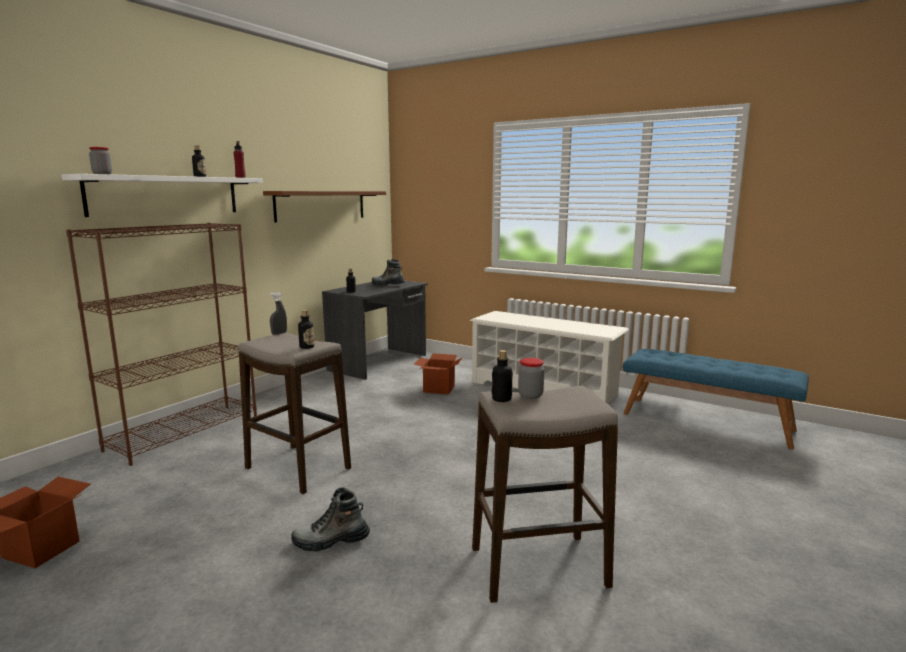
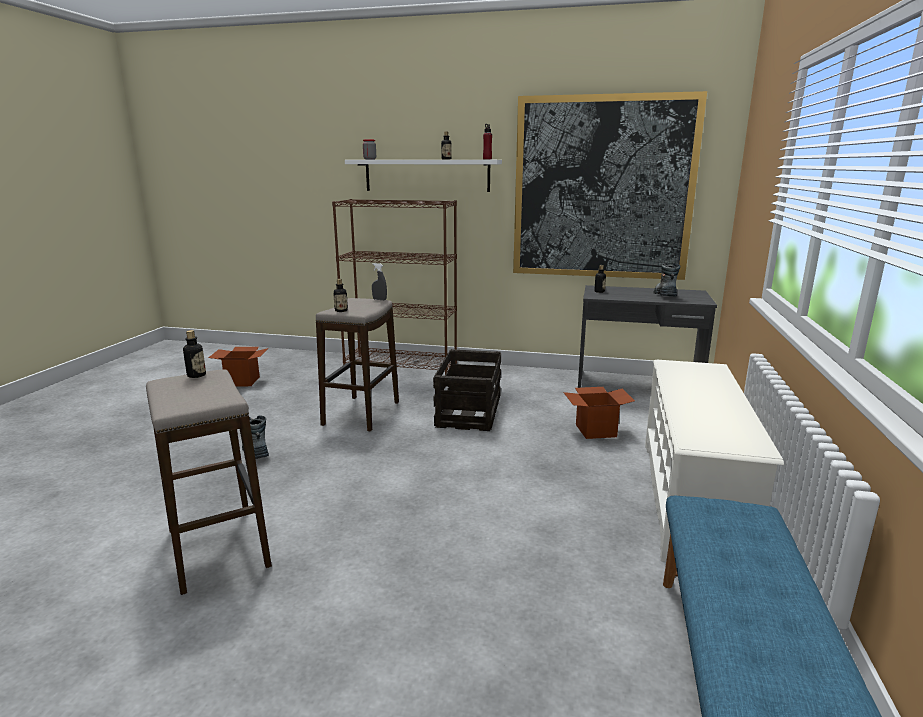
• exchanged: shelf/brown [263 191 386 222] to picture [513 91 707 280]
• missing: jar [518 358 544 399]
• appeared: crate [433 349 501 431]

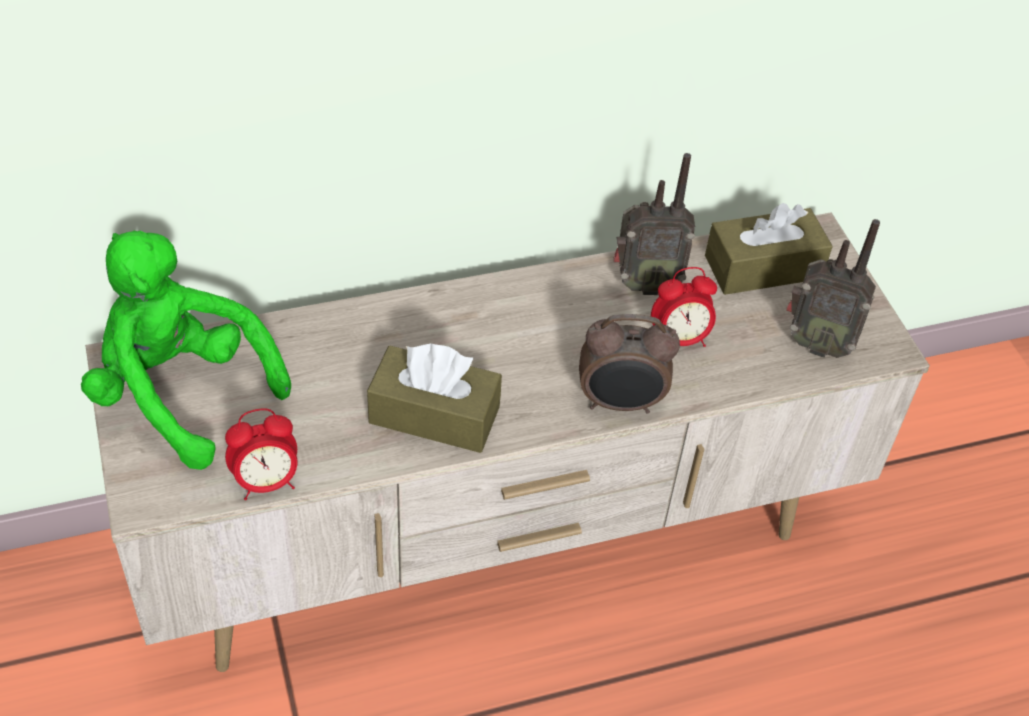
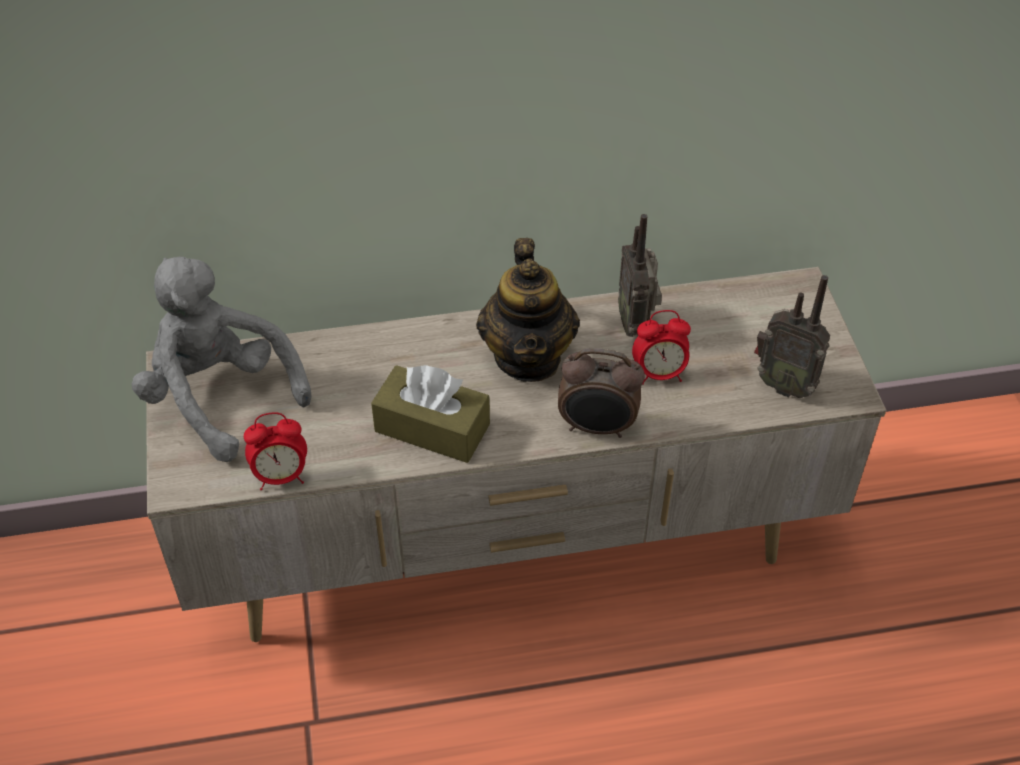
• spun: radio [614 153 695 295] = [618 214 662 337] 75 degrees clockwise
• missing: tissue box/brown [705 203 833 295]
• colour: plush toy/green [81 231 291 470] to plush toy/grey [132 256 312 462]
• appeared: teapot [476 238 580 382]

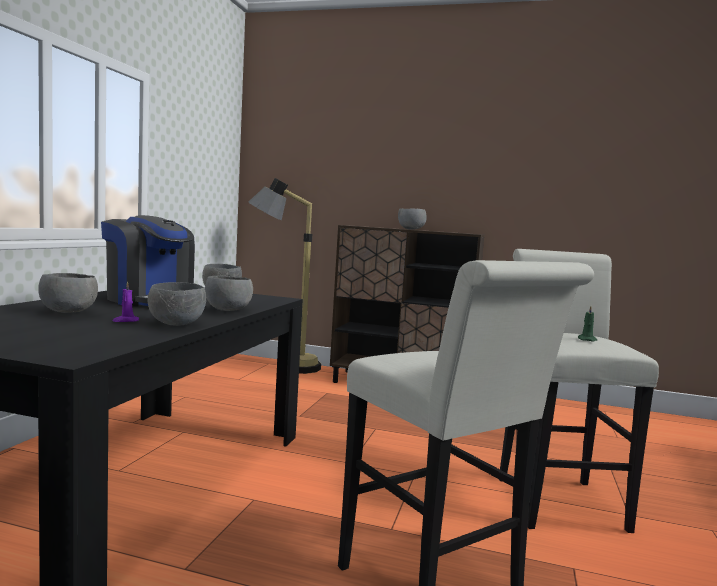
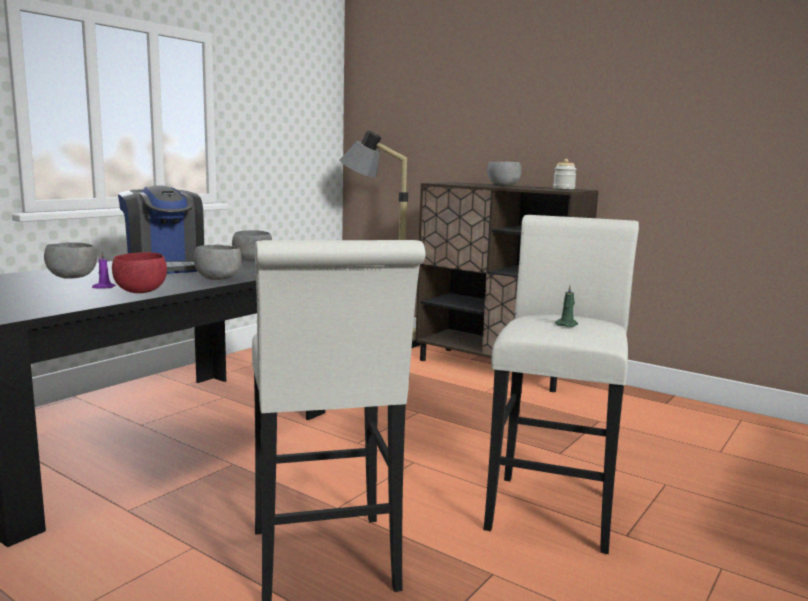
• colour: bowl/grey [148 282 206 326] to bowl/red [112 252 167 293]
• appeared: jar [553 159 577 189]

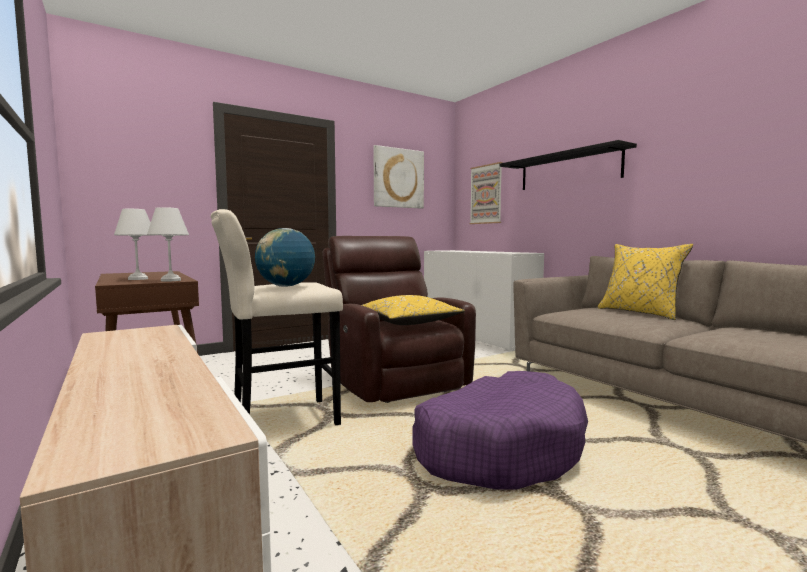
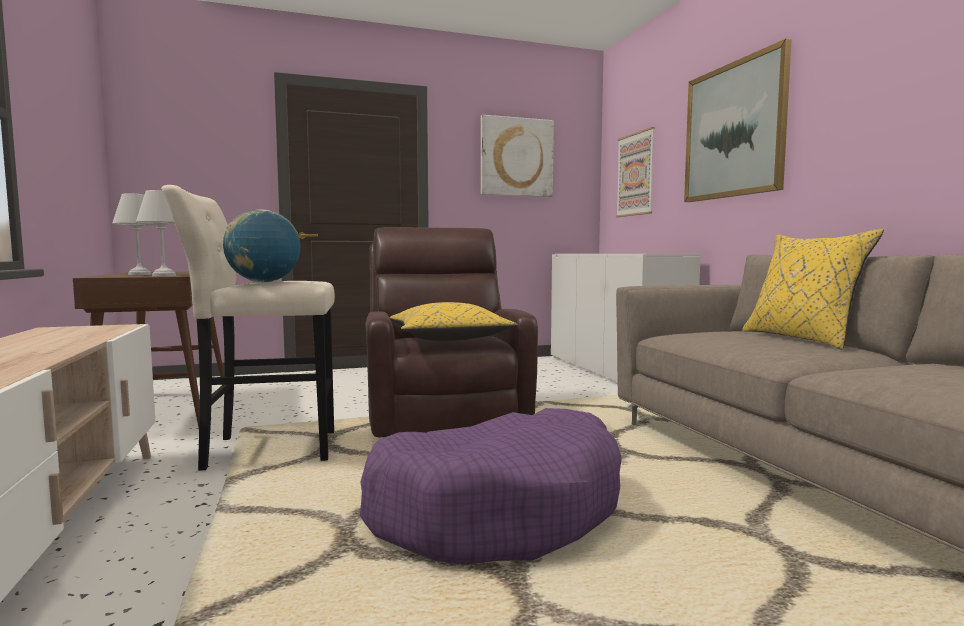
• exchanged: shelf/black [499 140 637 190] to picture [684 39 792 202]

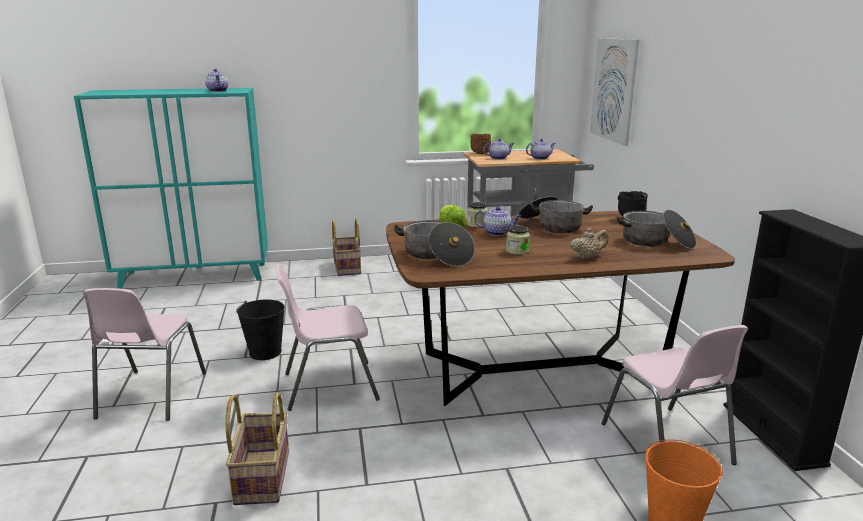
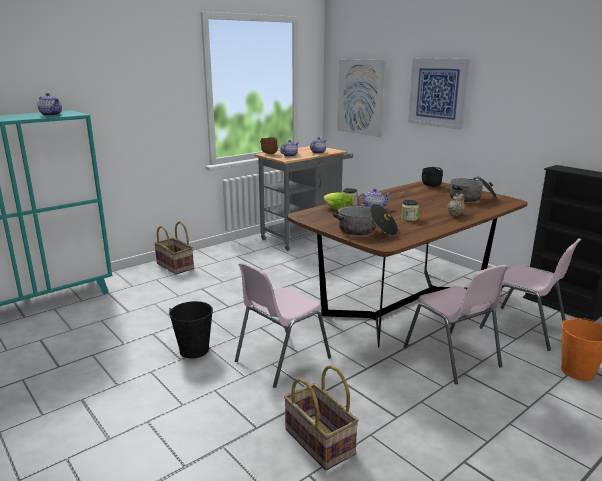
• missing: cooking pot [519 196 593 234]
• relocated: chair/pink [83 288 206 421] to [404 265 508 384]
• appeared: picture [408 58 471 130]

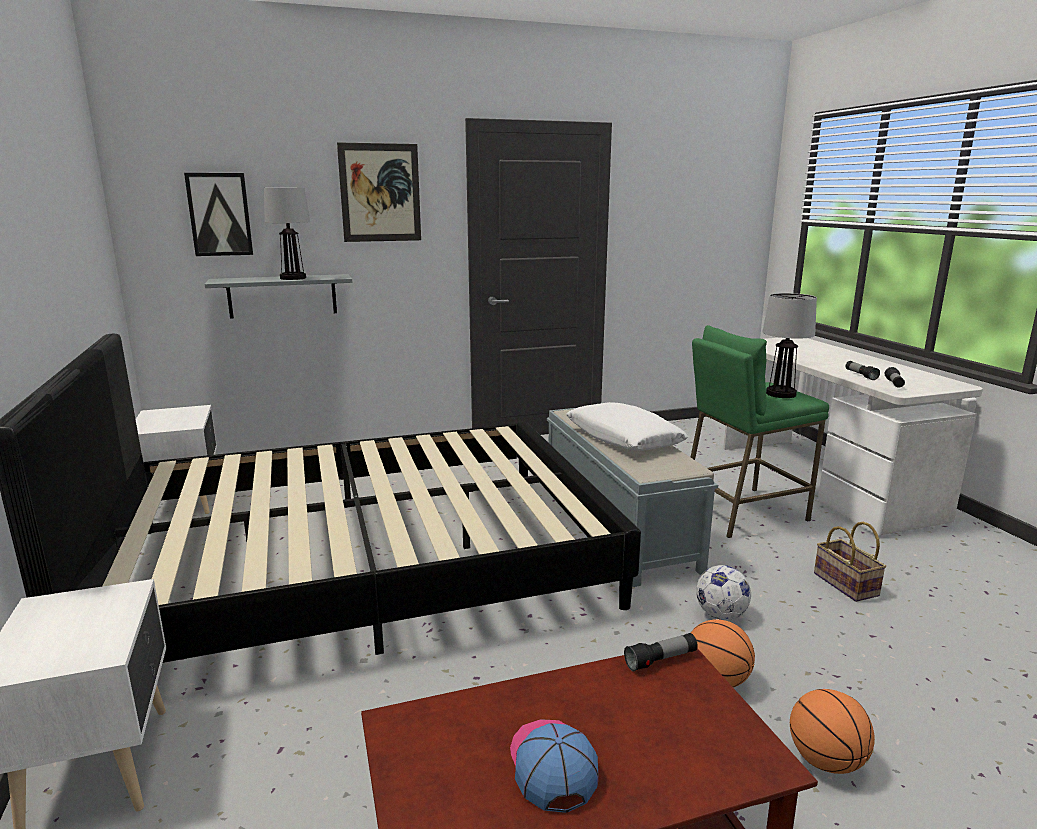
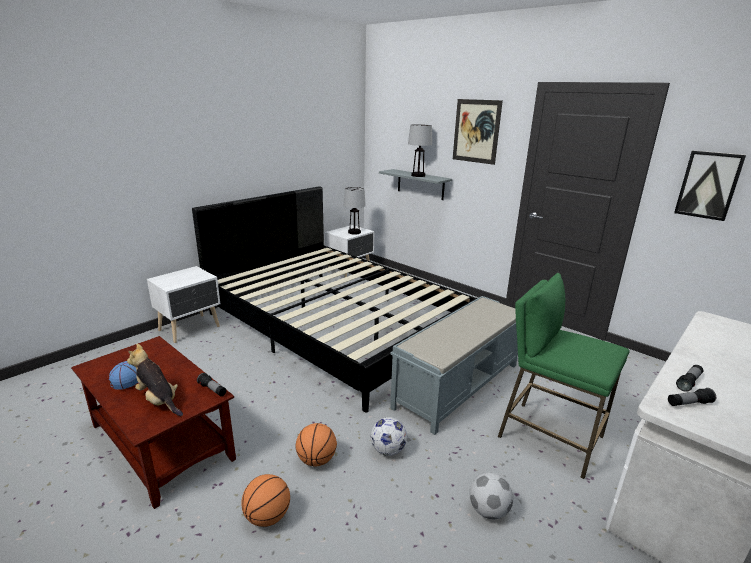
• relocated: picture [184 173 253 256] to [674 150 746 221]
• relocated: table lamp [762 293 817 398] to [344 187 366 234]
• missing: pillow/white [566 402 688 451]
• exchanged: basket [814 522 886 602] to football [470 472 513 519]
• appeared: plush toy [127 344 183 416]

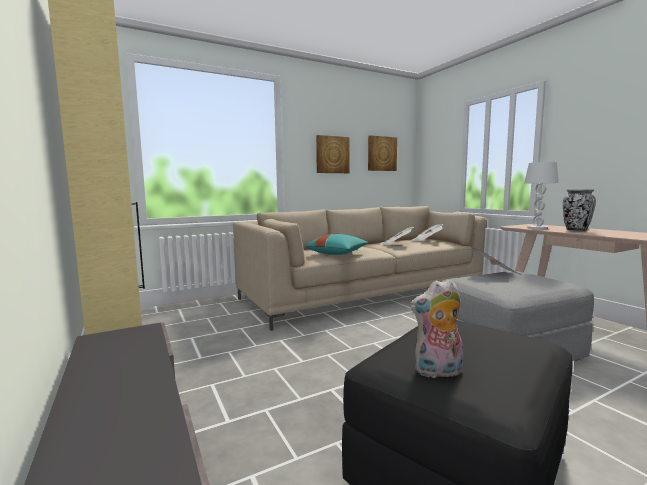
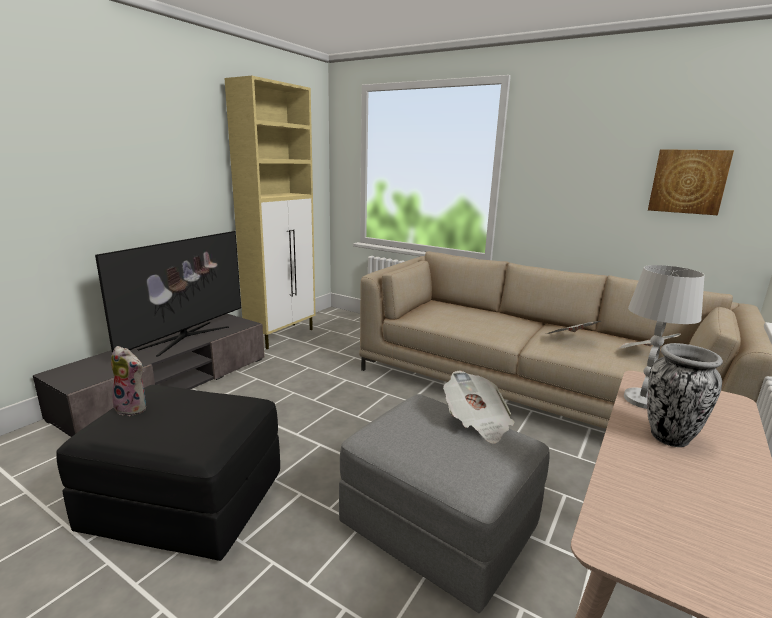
• missing: picture [316 135 350 173]
• missing: pillow/turquoise [306 234 368 255]
• spun: plush toy [410 279 463 378] = [111 346 146 416] 150 degrees clockwise
• appeared: television [95 231 241 357]

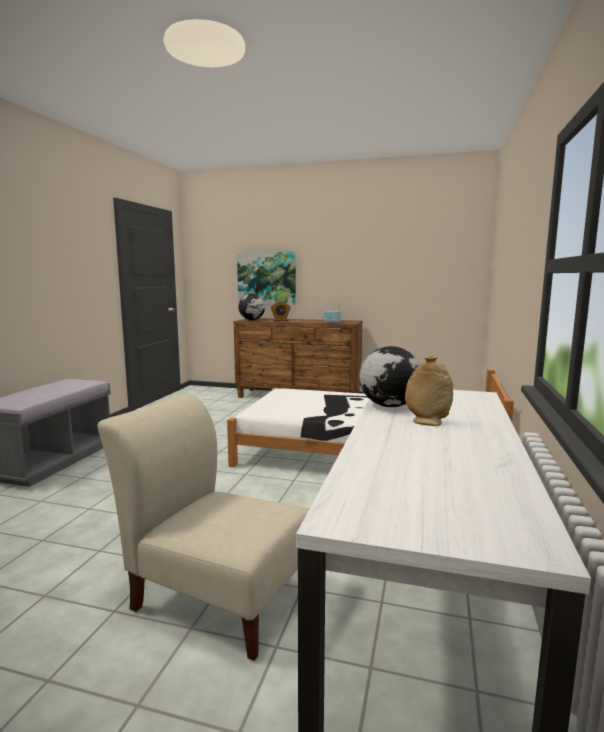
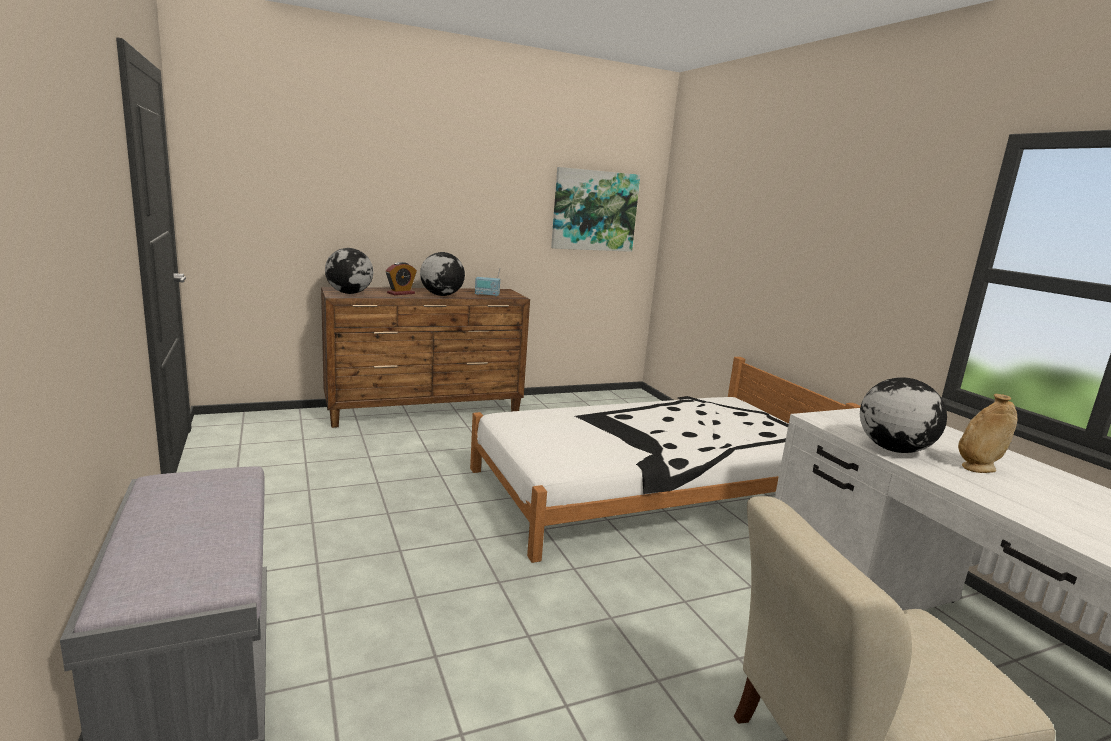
• relocated: picture [237 251 296 305] to [551 167 640 252]
• appeared: globe [420 252 465 296]

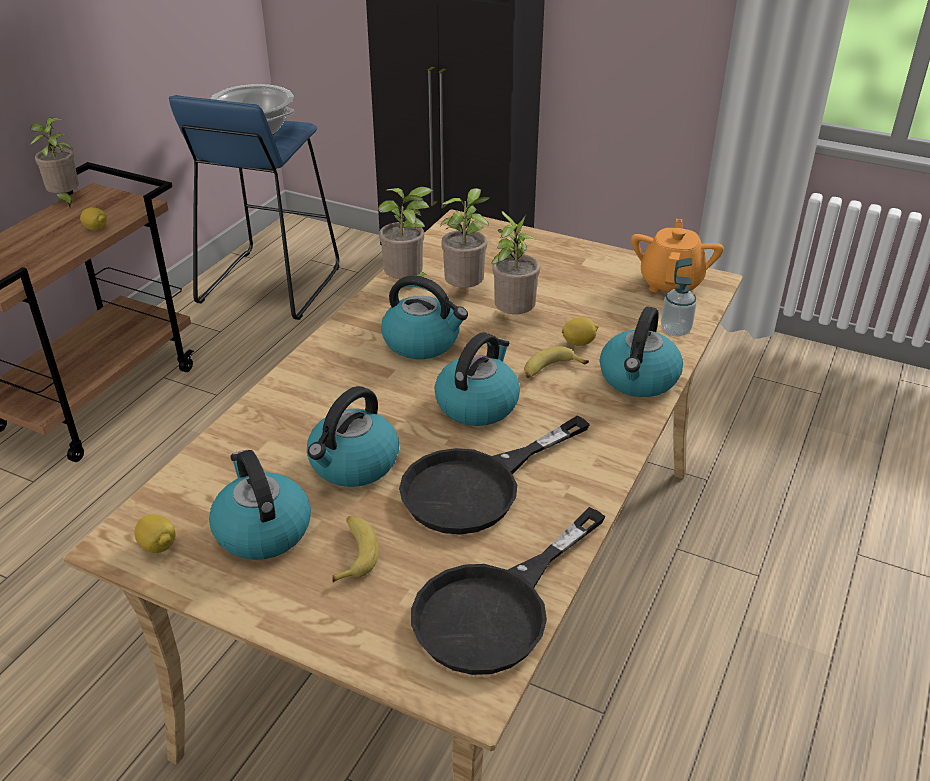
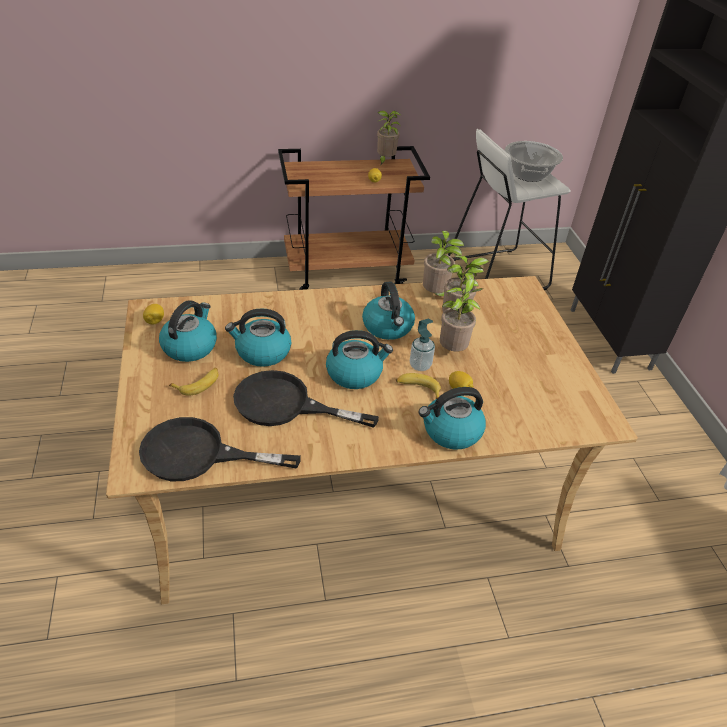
• colour: stool/blue [169 95 339 320] to stool/white [448 129 571 290]
• missing: teapot/orange [631 219 724 292]
• relocated: soap dispenser [661 258 697 337] to [410 319 435 371]

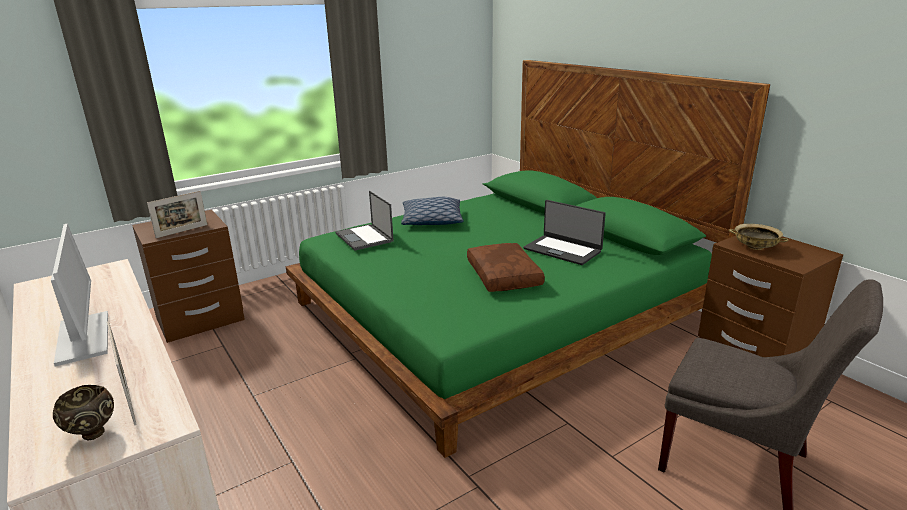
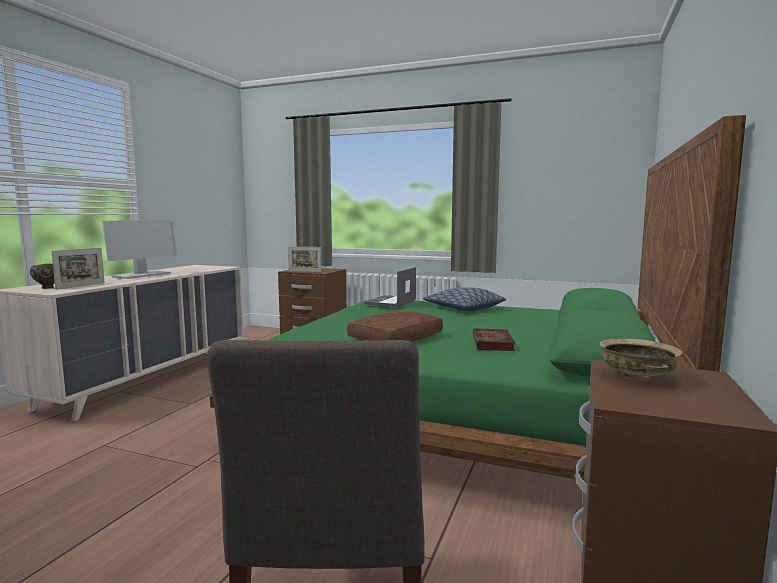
• exchanged: laptop [523 200 606 265] to book [473 328 515 351]

